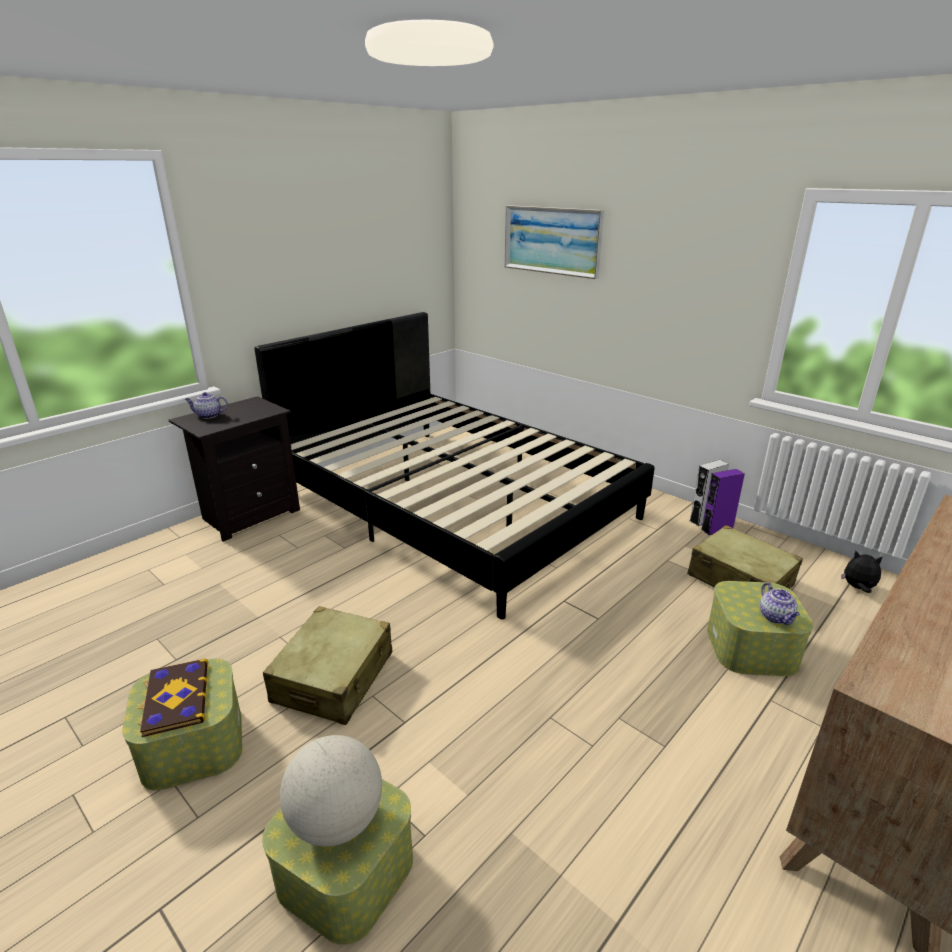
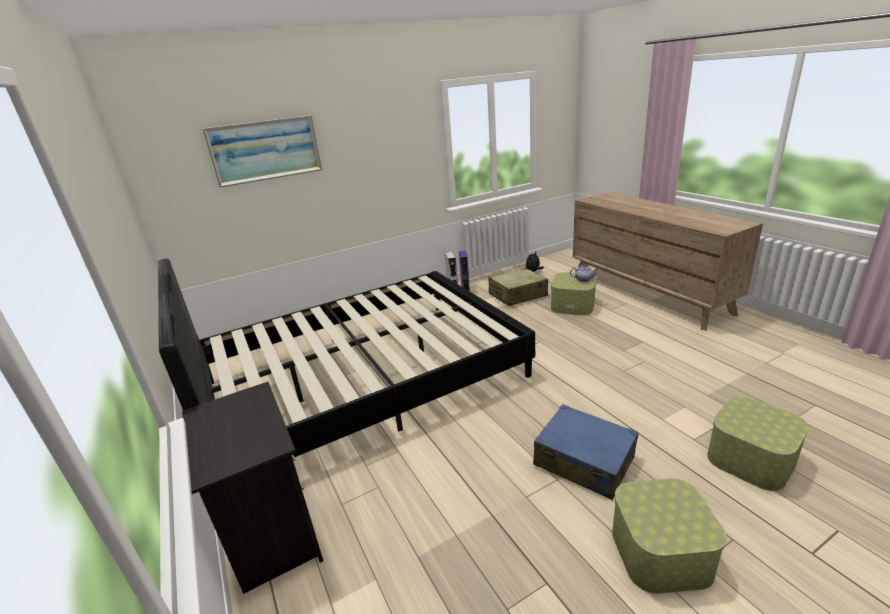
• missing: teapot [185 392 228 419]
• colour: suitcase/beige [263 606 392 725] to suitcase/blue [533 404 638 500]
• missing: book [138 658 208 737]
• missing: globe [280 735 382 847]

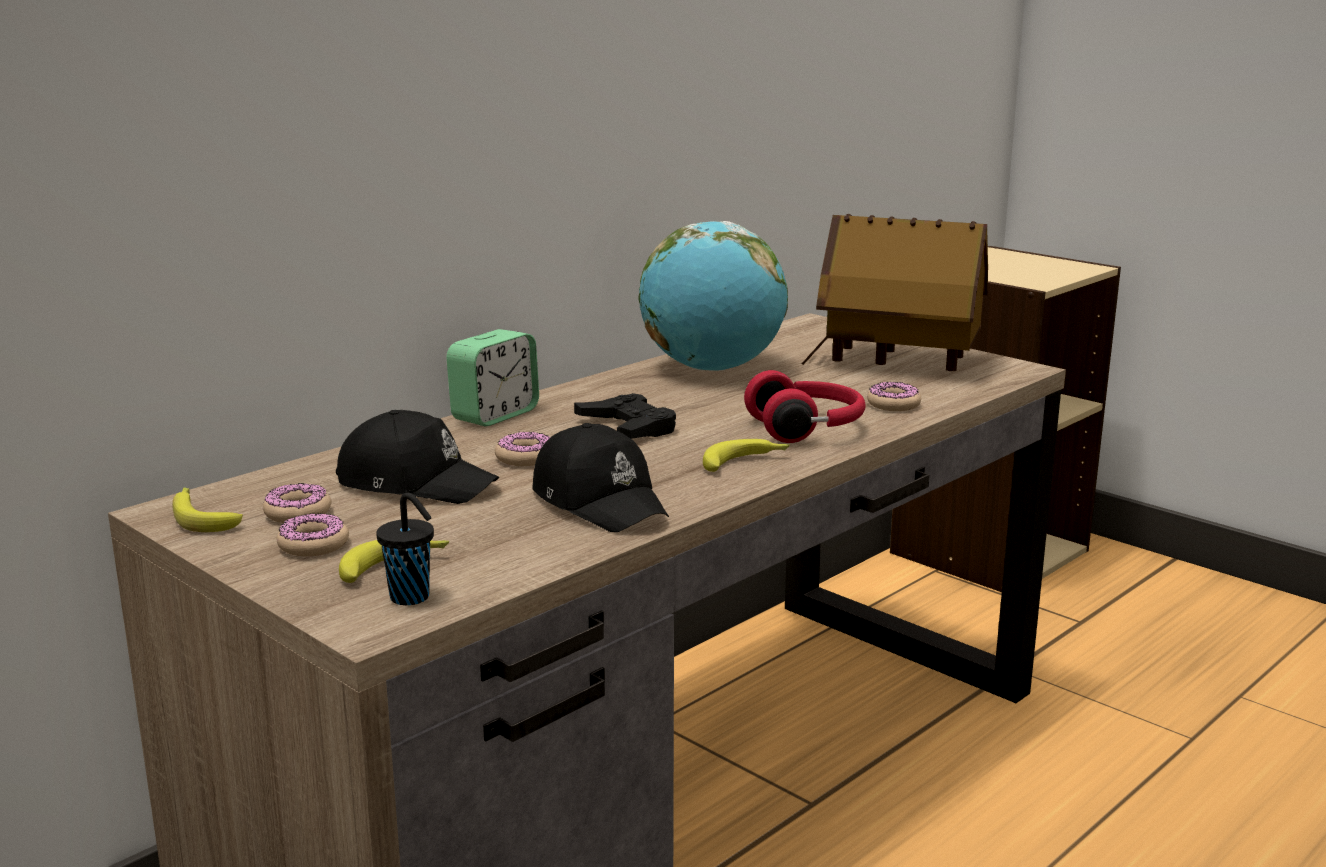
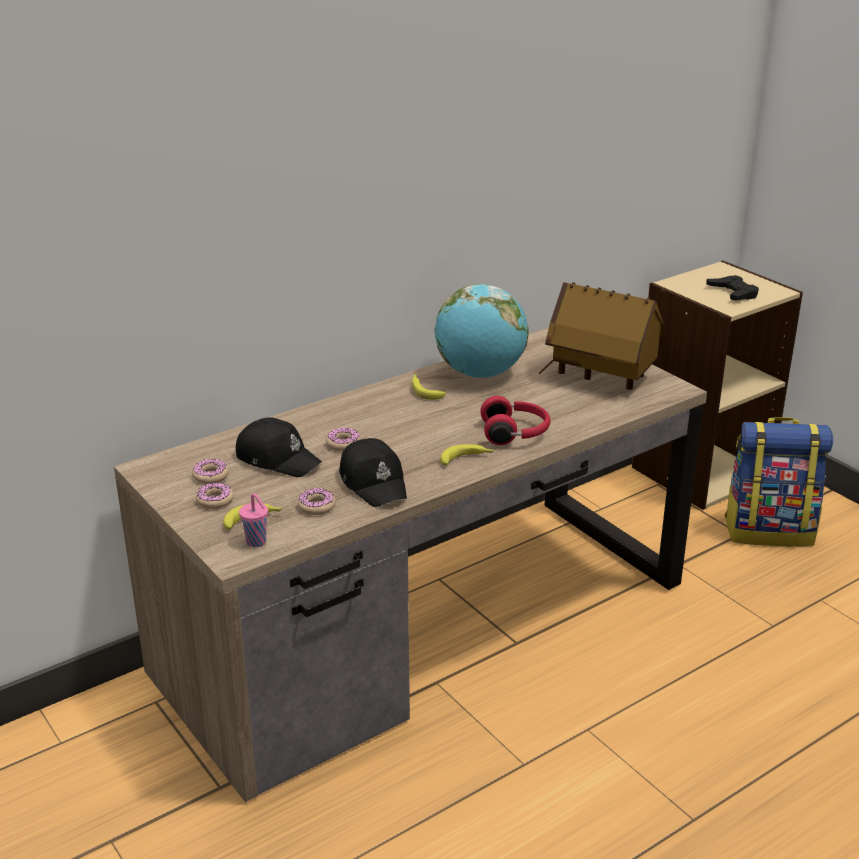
• missing: alarm clock [446 329 539 426]
• relocated: donut [867 382 921 411] to [298 488 336 515]
• relocated: game controller/black [574 393 676 439] to [706 275 759 300]
• relocated: banana [172 487 243 532] to [412 374 446 400]
• colour: cup/black [376 492 434 605] to cup/pink [239 493 268 547]
• appeared: backpack [724 417 833 546]

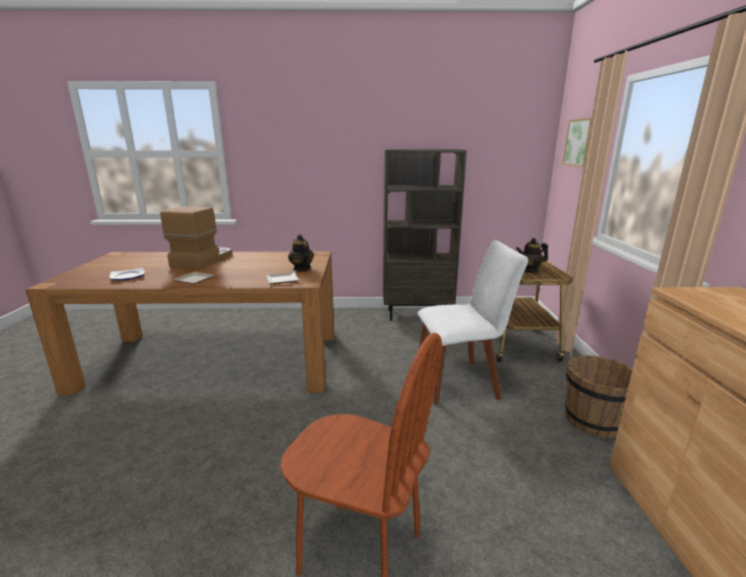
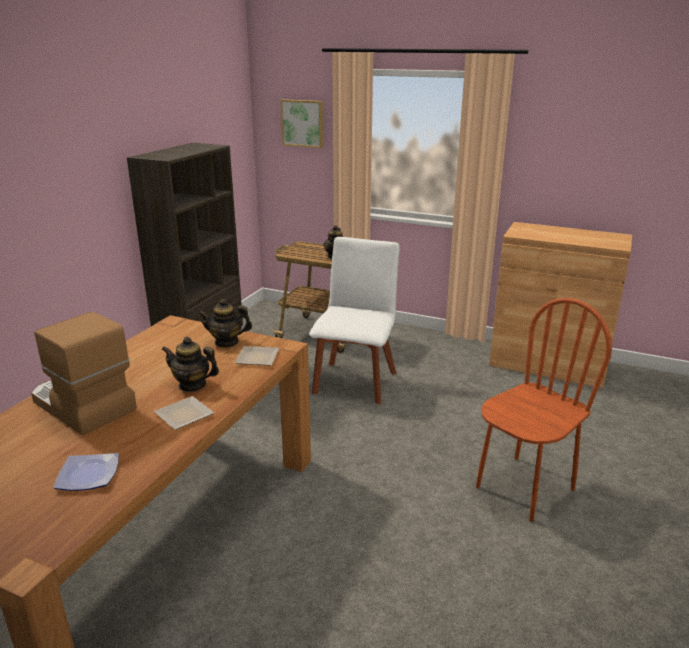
• missing: bucket/brown [565 355 633 438]
• appeared: teapot [162 337 219 392]

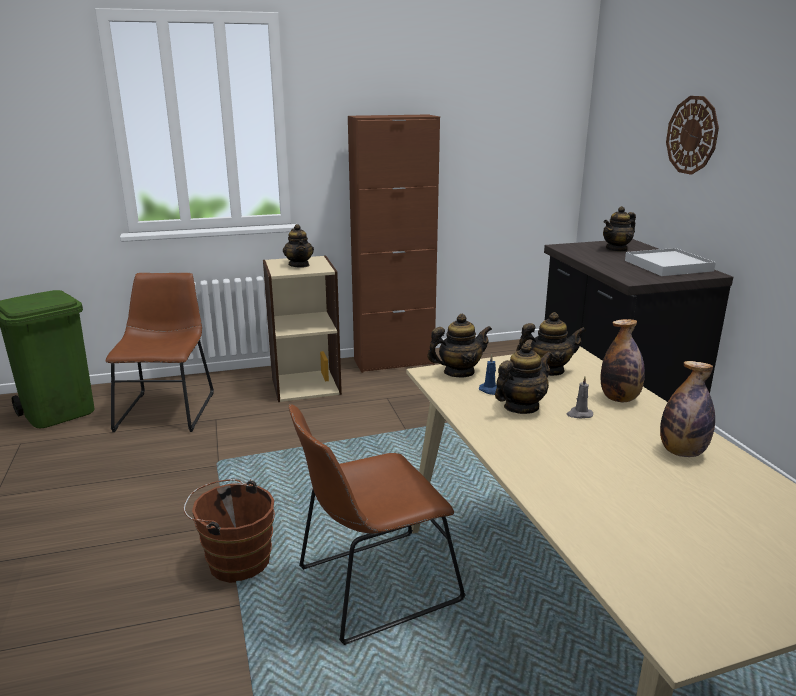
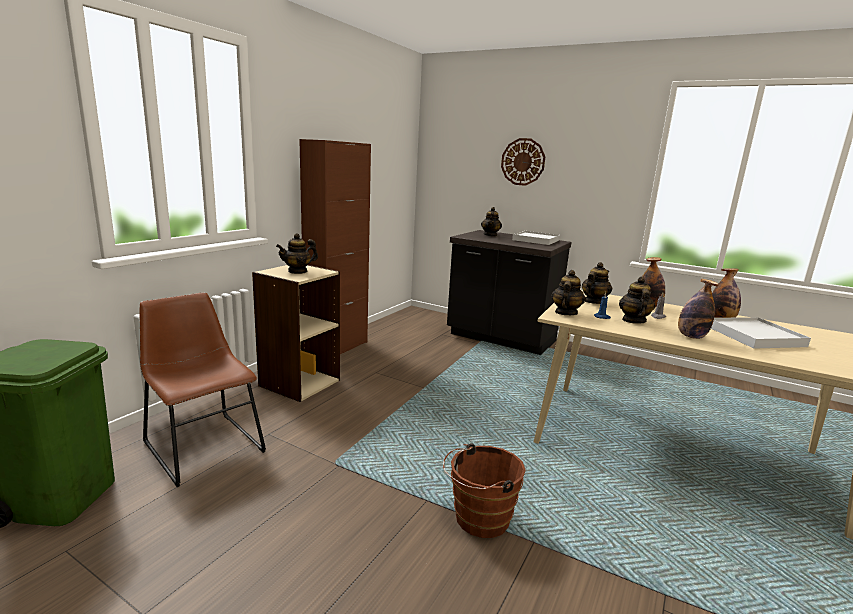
• spun: teapot [283 224 314 268] = [276 233 318 274] 120 degrees clockwise
• missing: chair/brown [289 404 466 645]
• appeared: bottle [678 279 719 339]
• appeared: tray/white [711 317 811 349]

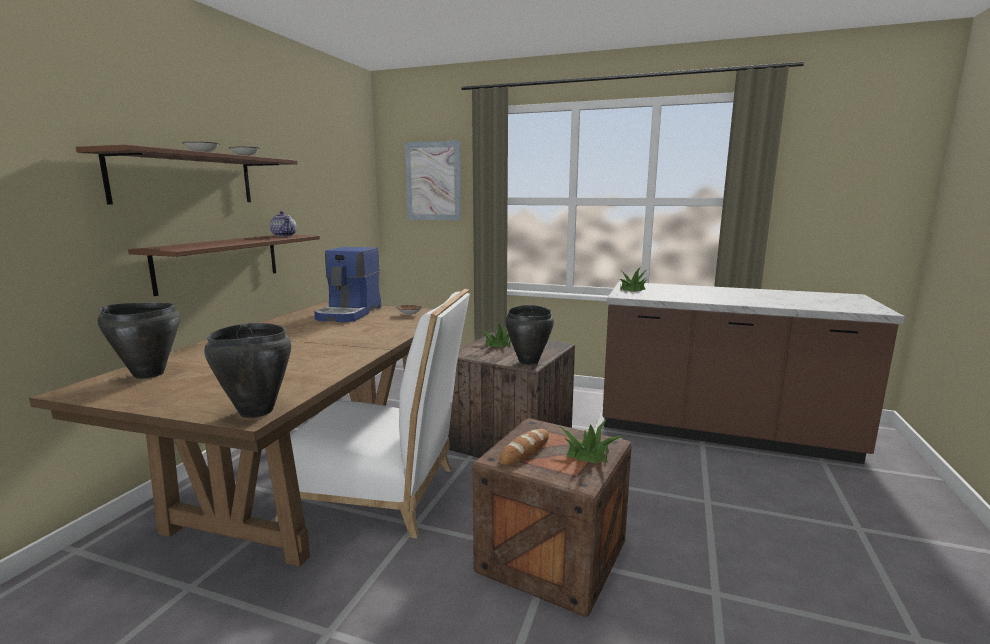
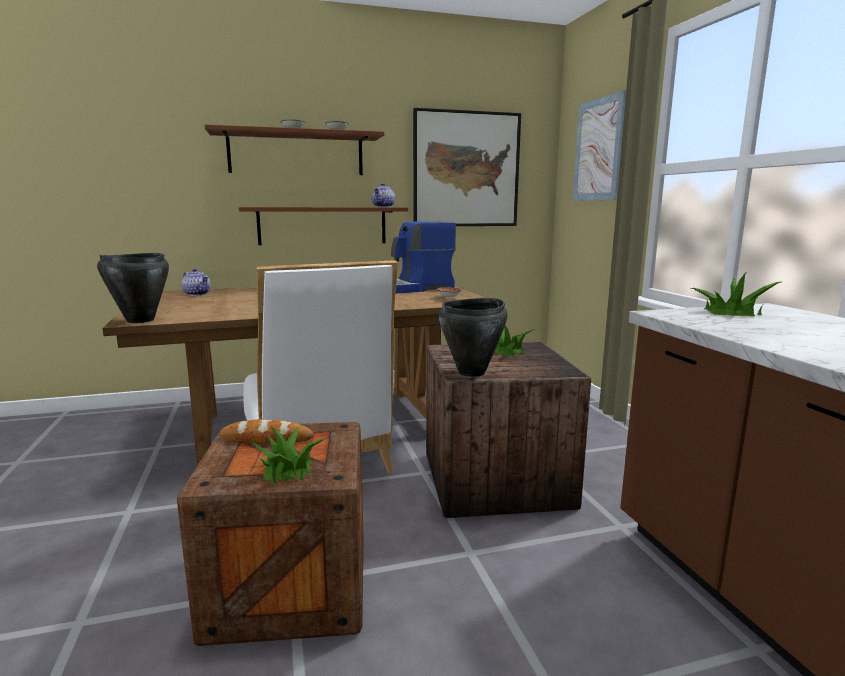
• exchanged: cooking pot/black [97 303 180 379] to teapot [182 268 211 296]
• appeared: picture [413 108 521 226]

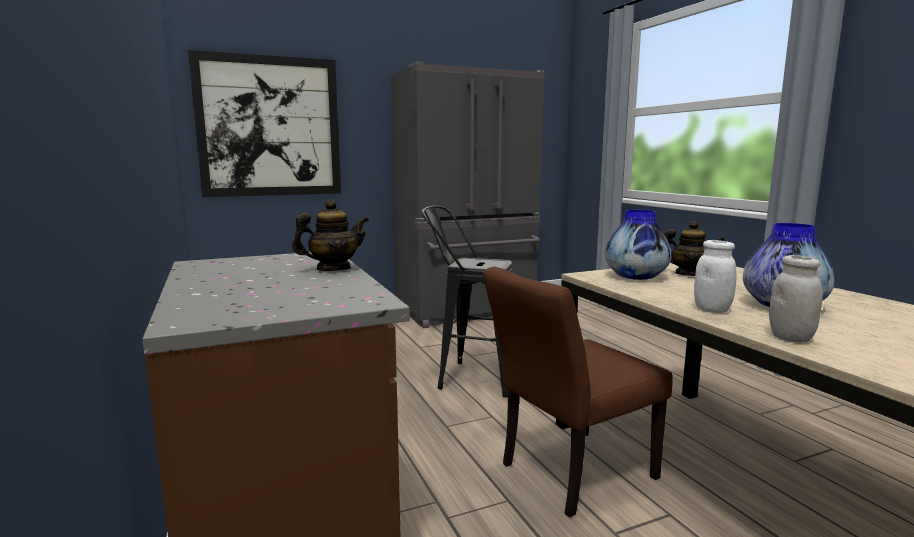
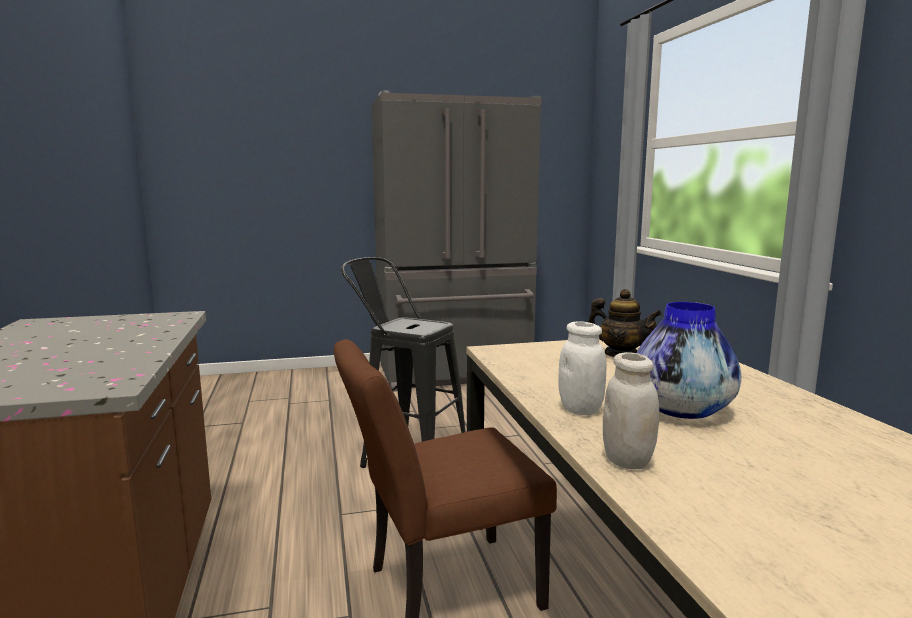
• missing: picture [188 50 341 197]
• missing: teapot [292 199 369 271]
• missing: vase [605 210 672 280]

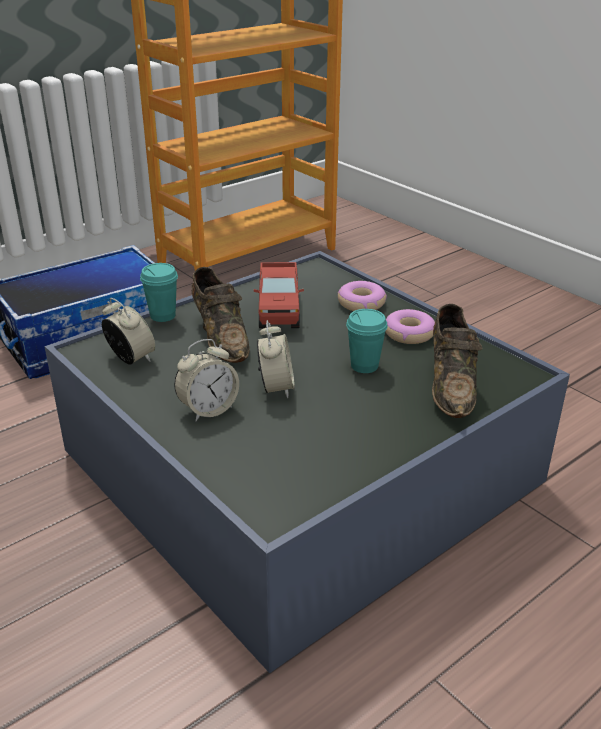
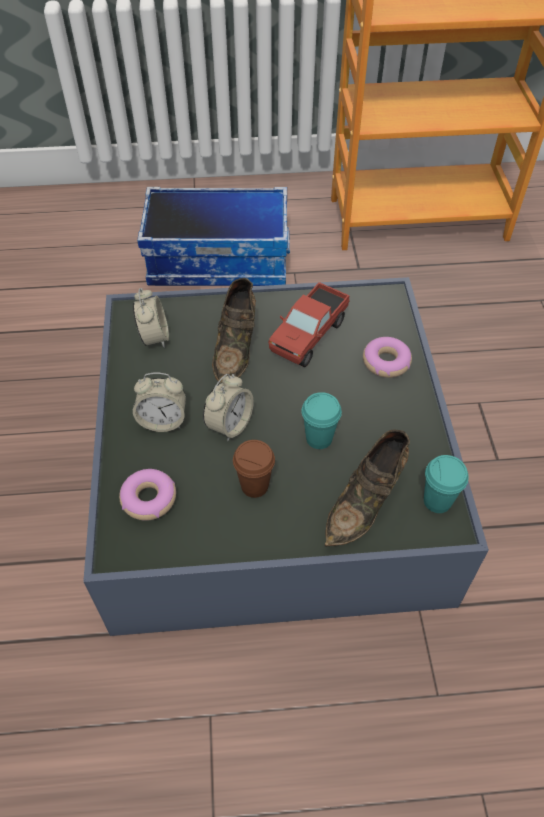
• relocated: cup/turquoise [140 263 178 322] to [424 455 468 513]
• relocated: donut [385 309 435 344] to [119 469 176 521]
• appeared: cup/brown [233 440 275 498]

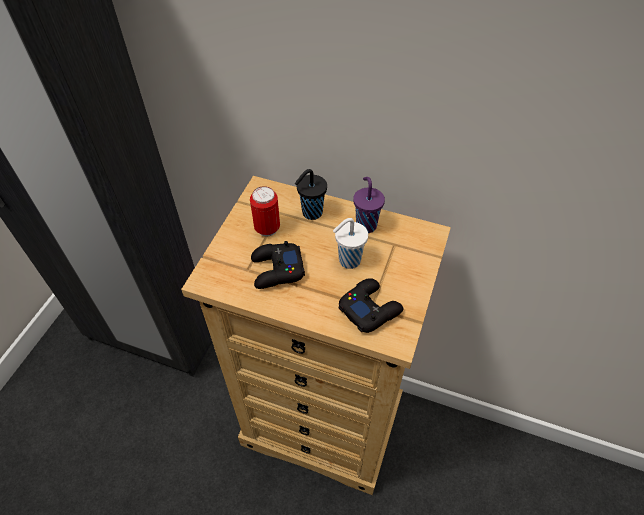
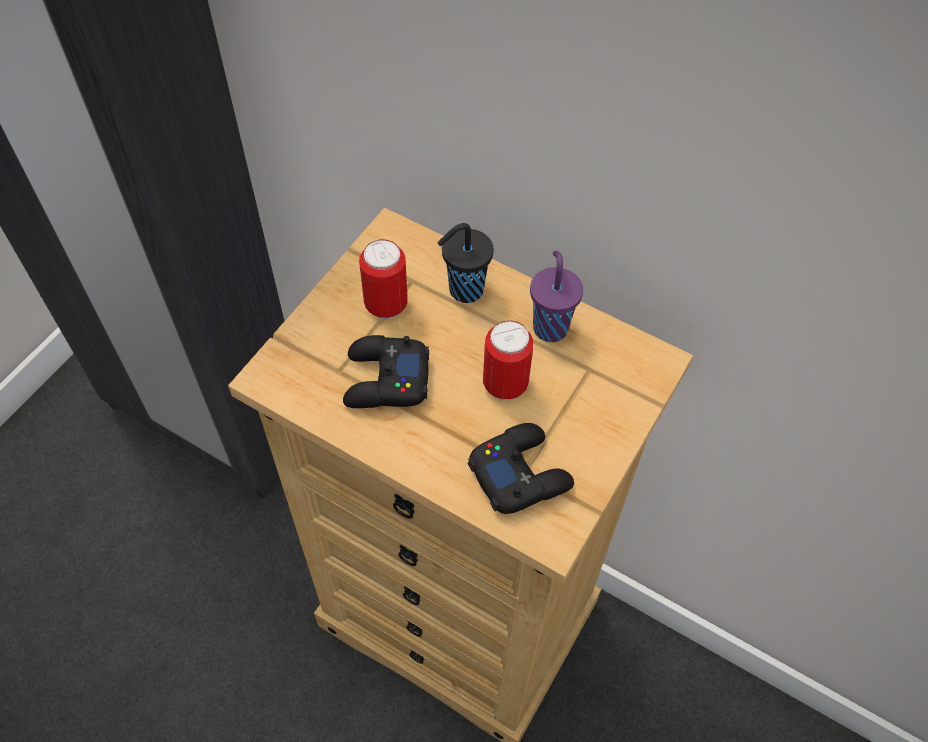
• exchanged: cup/white [333 218 368 269] to can [483 320 533 400]

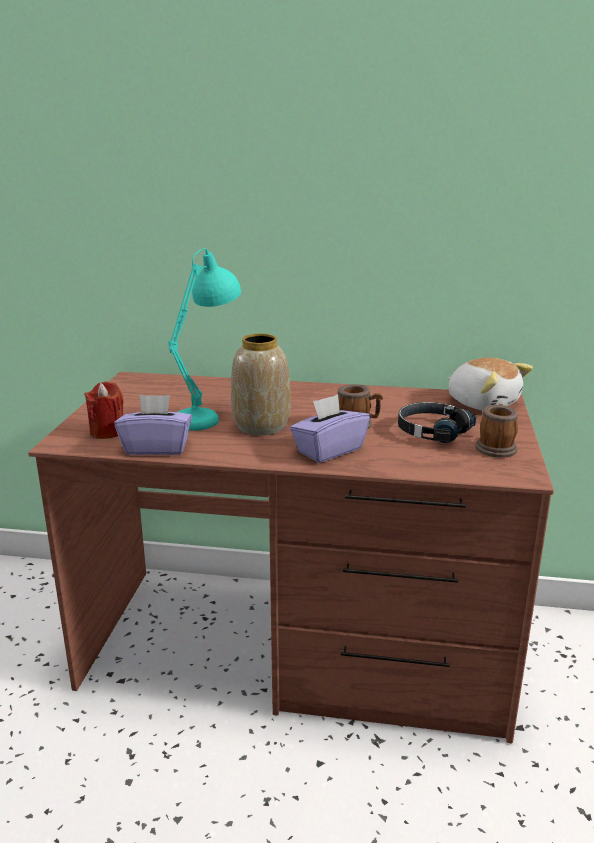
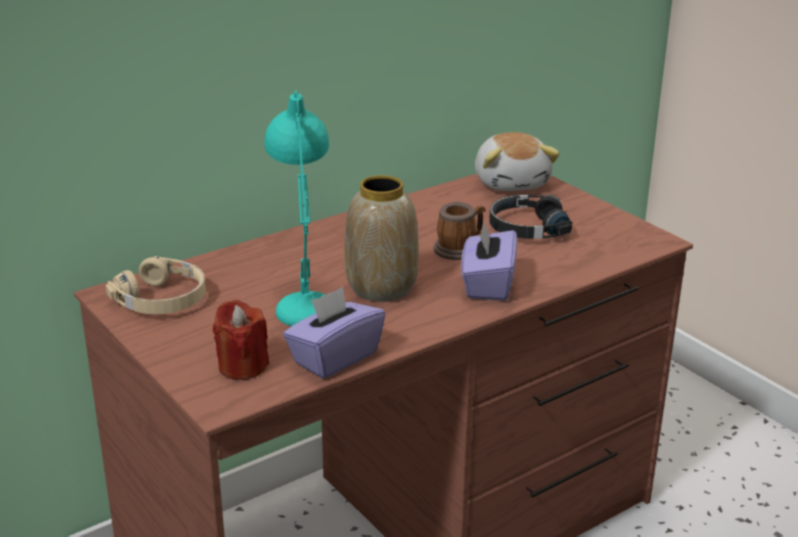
• spun: plush toy [448 358 533 411] = [475 132 560 191] 75 degrees clockwise
• missing: mug [475 404 518 458]
• appeared: headphones/beige [106 256 206 314]

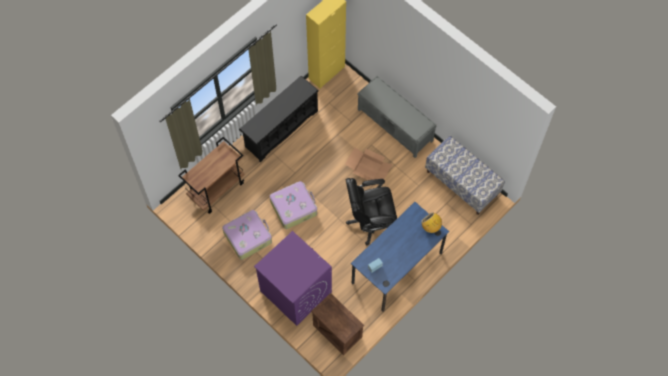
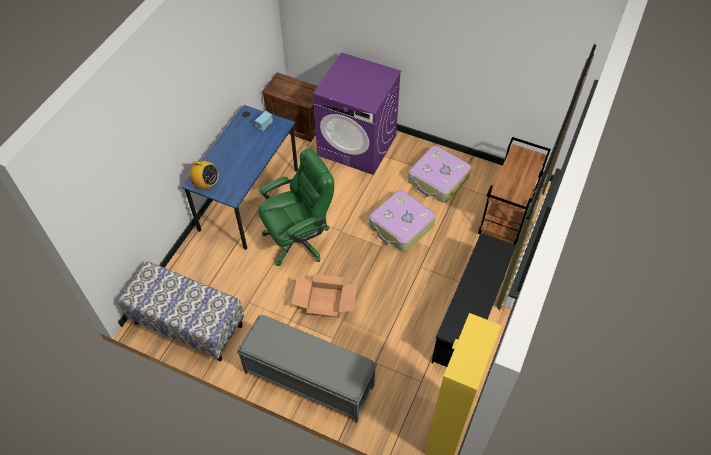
• colour: office chair/black [346 178 397 245] to office chair/green [258 148 334 266]

